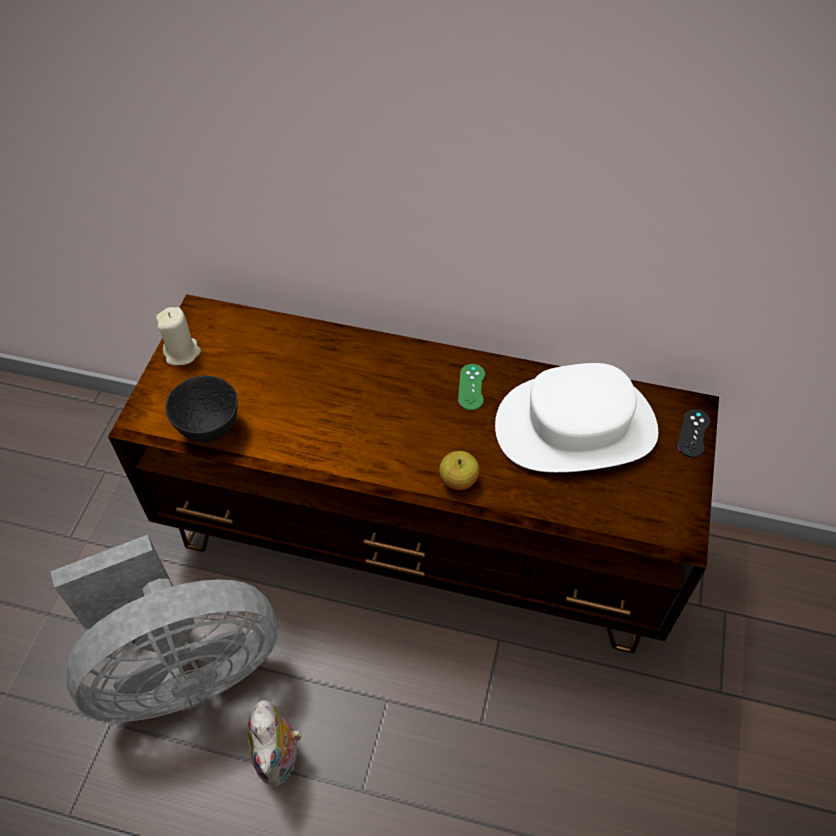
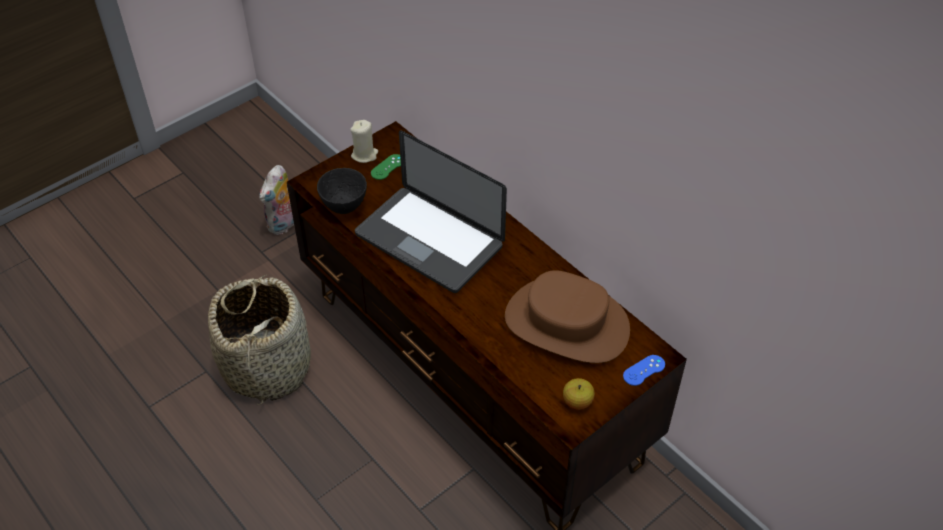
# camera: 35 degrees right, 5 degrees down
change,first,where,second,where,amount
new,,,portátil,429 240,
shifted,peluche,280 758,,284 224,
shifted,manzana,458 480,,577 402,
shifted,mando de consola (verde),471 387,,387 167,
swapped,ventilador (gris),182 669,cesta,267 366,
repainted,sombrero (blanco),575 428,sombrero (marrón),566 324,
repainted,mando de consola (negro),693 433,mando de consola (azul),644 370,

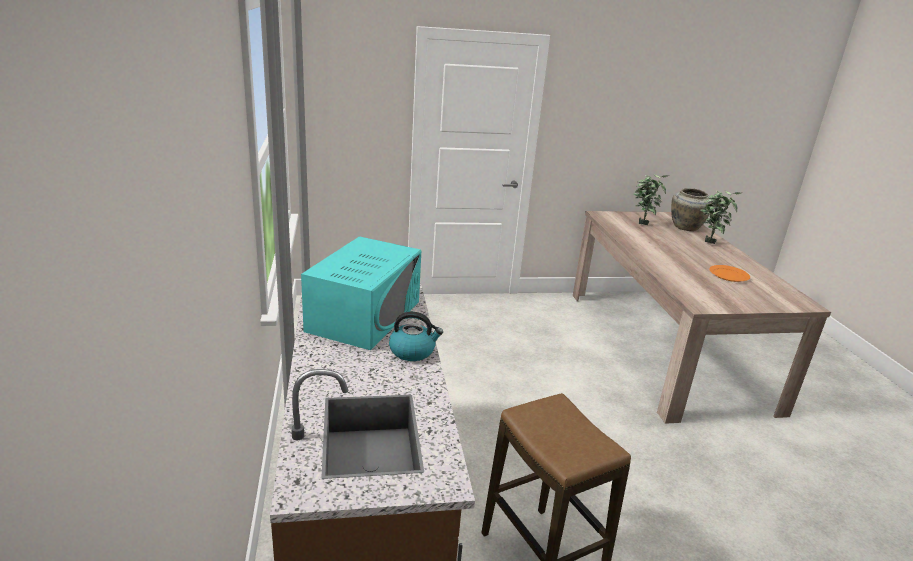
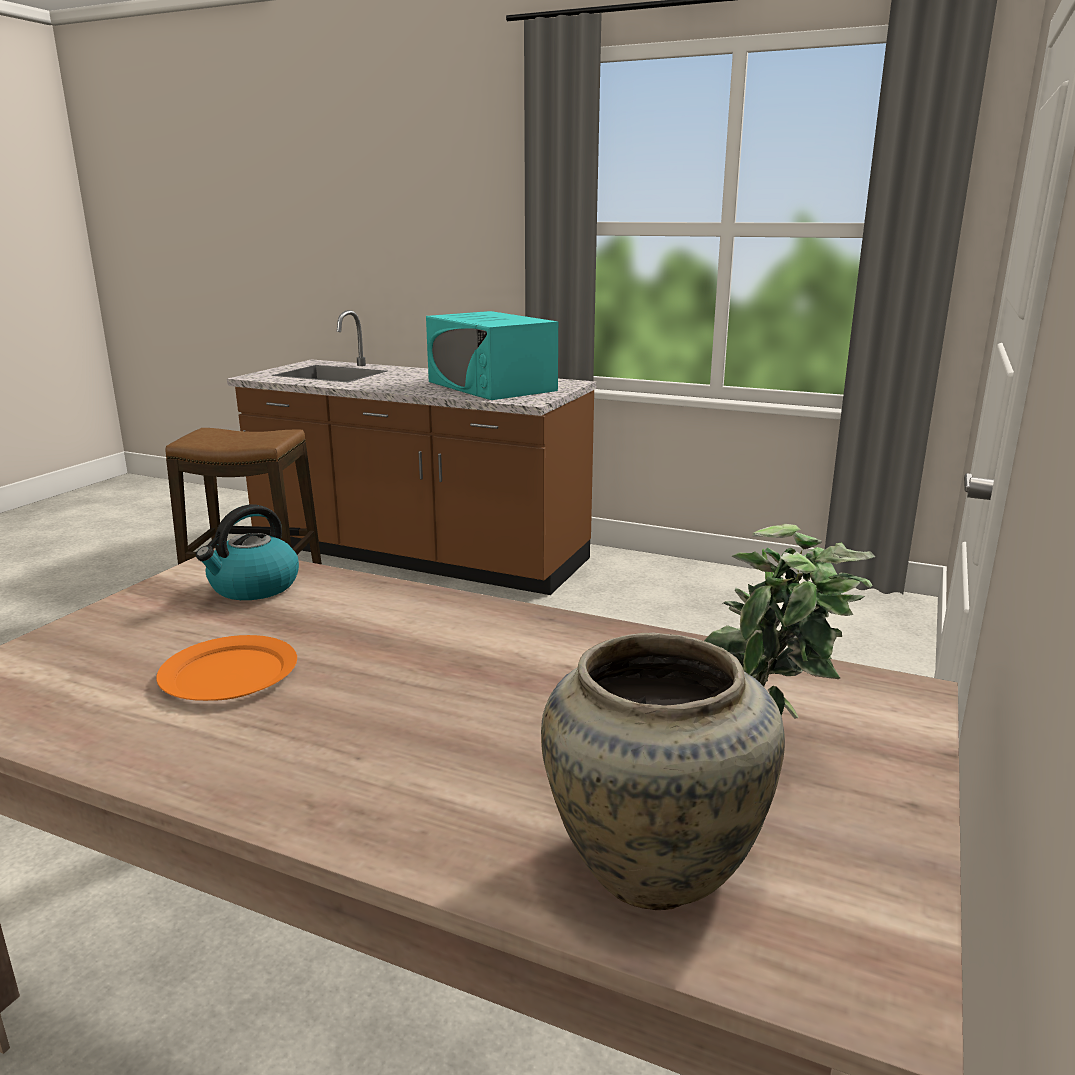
# camera: 125 degrees right, 5 degrees down
change,first,where,second,where,amount
gone,planta en maceta,710 241,,,
shifted,hervidor,413 351,,253 587,

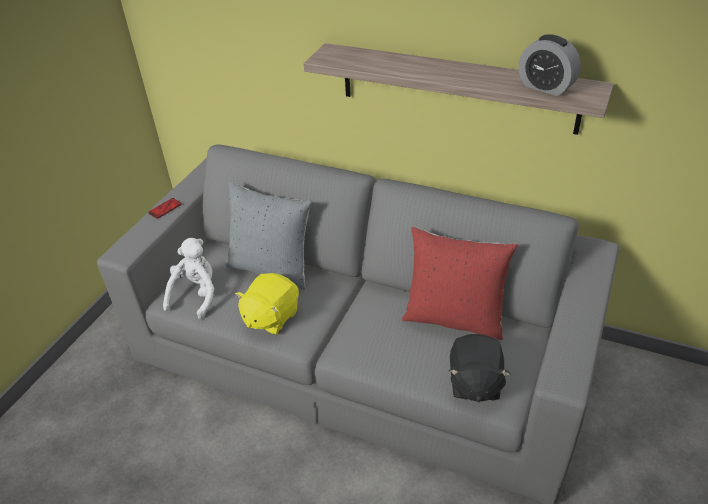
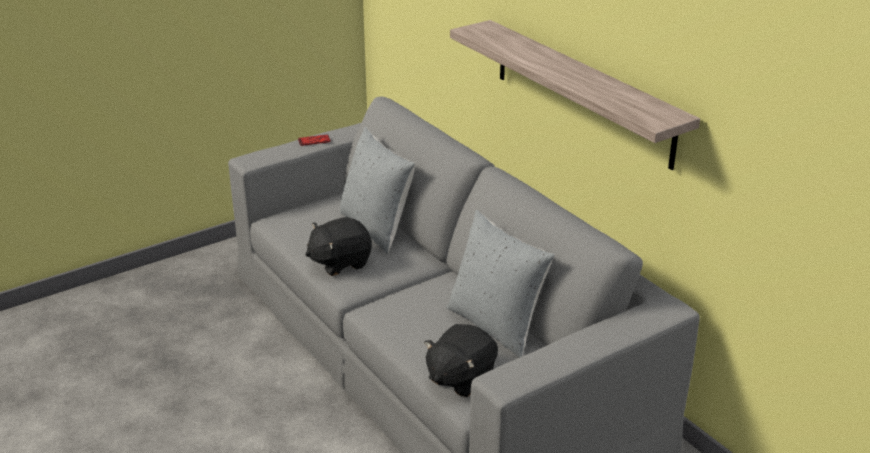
# camera: 30 degrees right, 10 degrees down
change,first,where,second,where,amount
gone,peluche (blanco),196 295,,,
gone,despertador,545 87,,,
repainted,peluche (amarillo),271 317,peluche (negro),340 262,
repainted,cojín (rojo),454 318,cojín (gris),496 325,

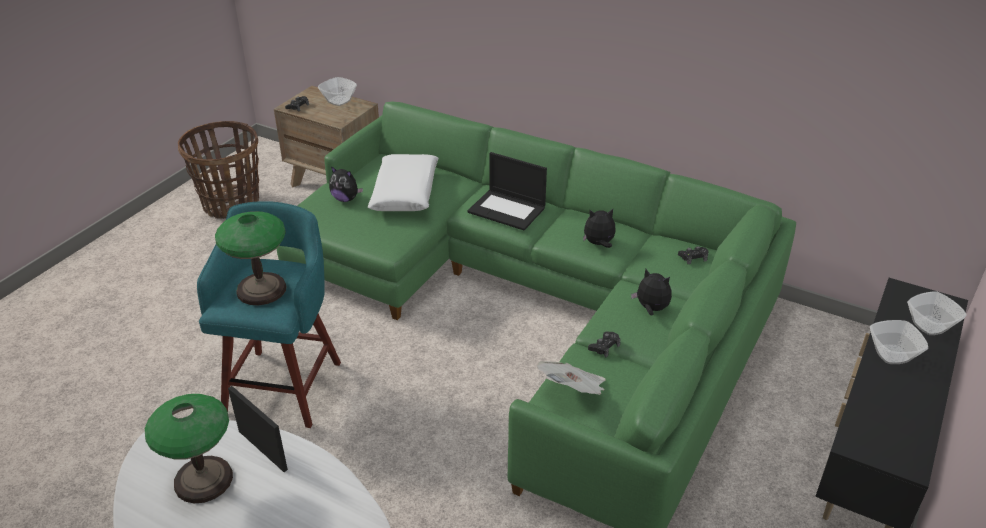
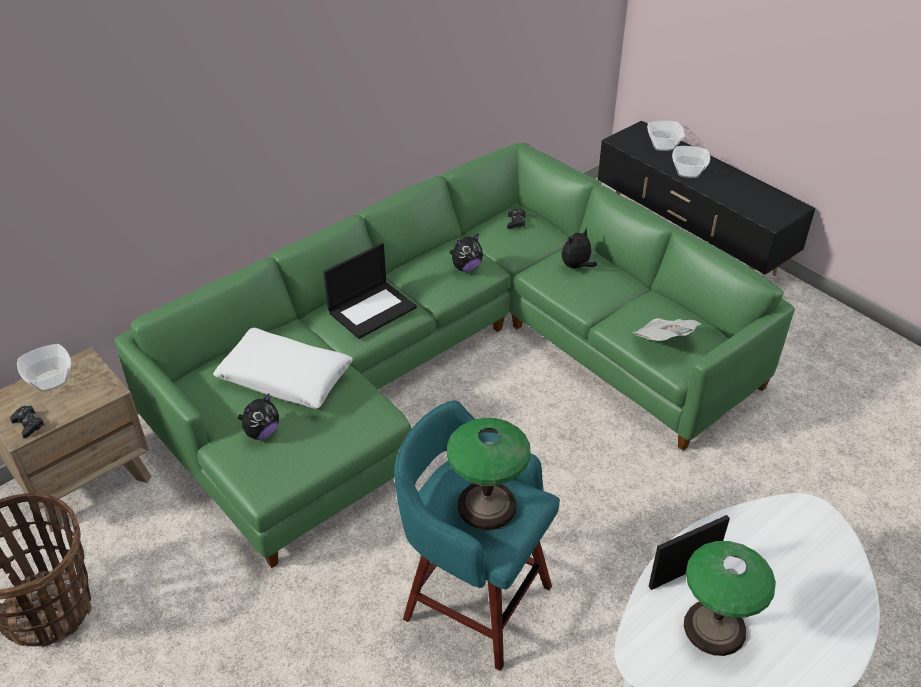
# camera: 70 degrees left, 5 degrees up
change,first,where,second,where,amount
gone,mando de consola (negro),604 347,,,
rotated,peluche,598 244,,466 268,135 degrees counterclockwise

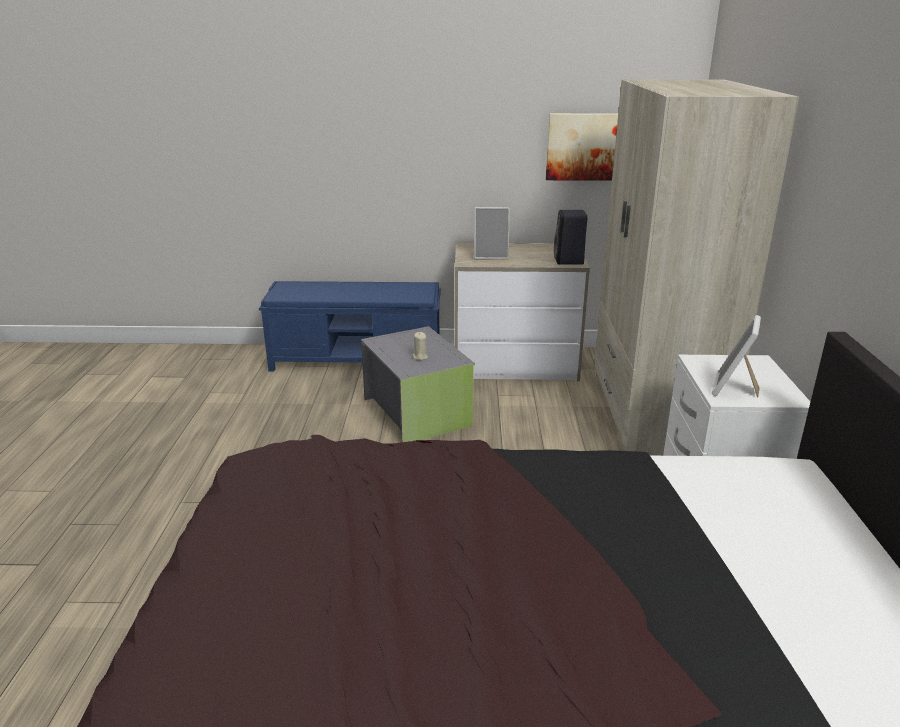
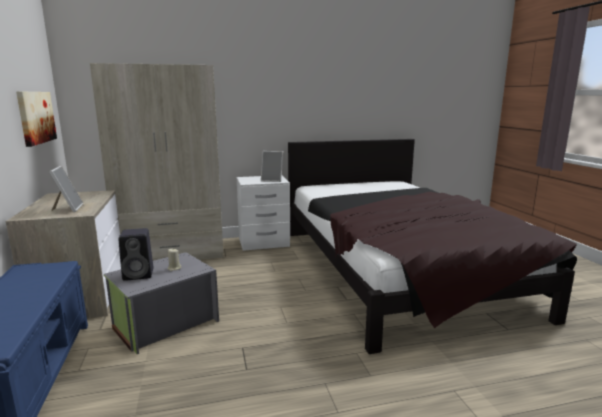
# camera: 105 degrees left, 10 degrees down
change,first,where,second,where,amount
shifted,altavoz (negro),569 261,,139 274,

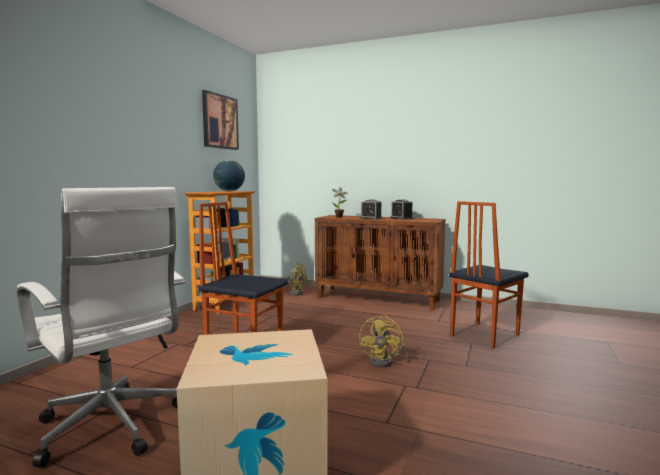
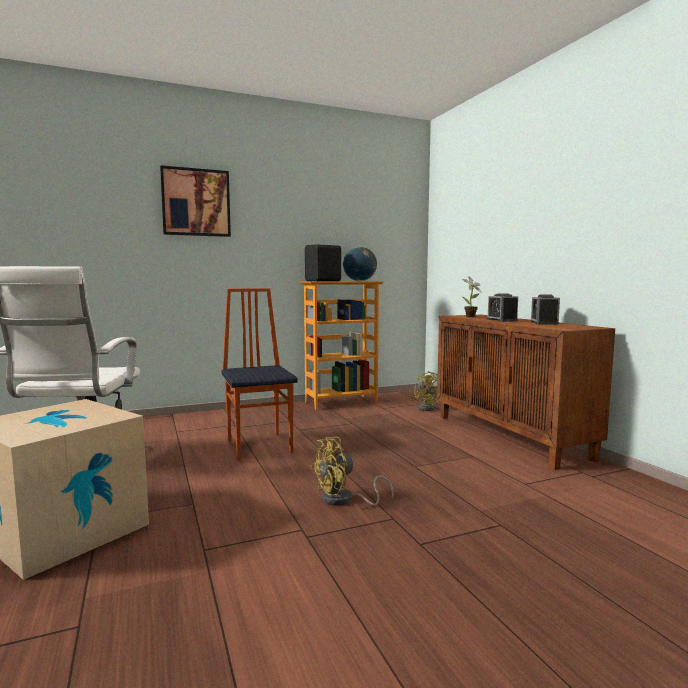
# camera: 45 degrees right, 0 degrees up
change,first,where,second,where,amount
gone,silla,483 335,,,
new,,,altavoz (negro),324 281,
shifted,cuadro,219 121,,196 202,

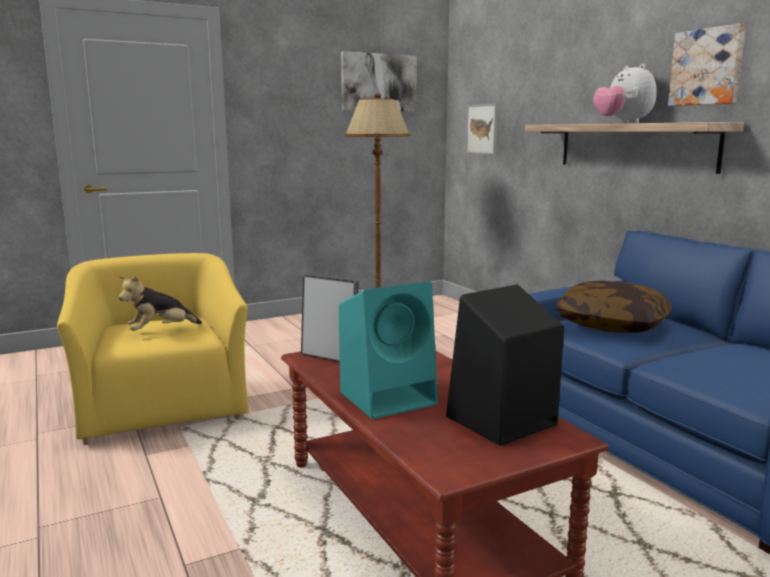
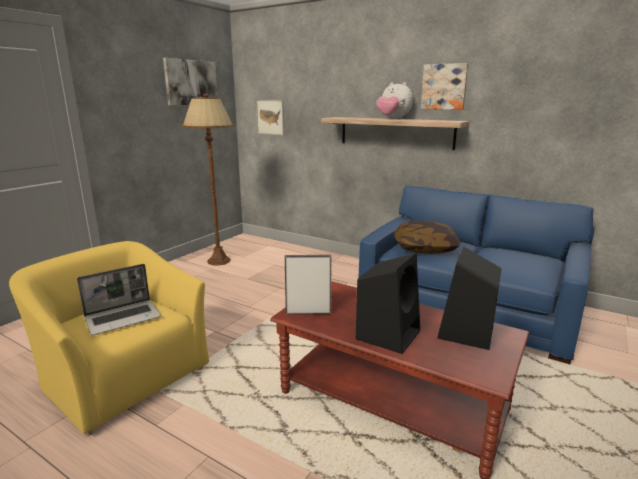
# camera: 30 degrees left, 5 degrees up
change,first,where,second,where,amount
swapped,peluche,160 331,portátil,124 318,
repainted,altavoz (turquesa),389 397,altavoz (negro),388 334,

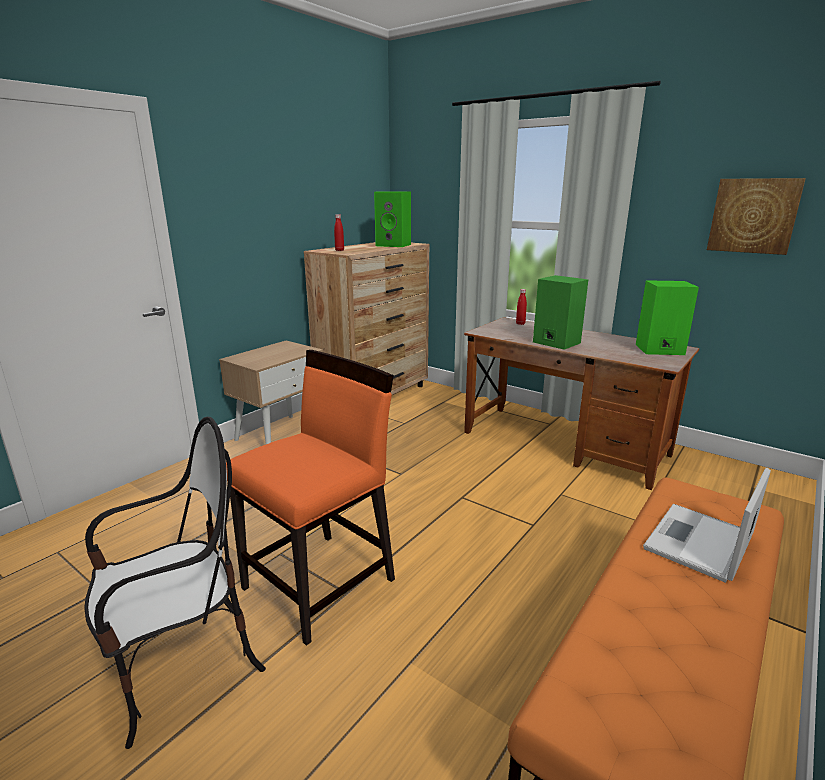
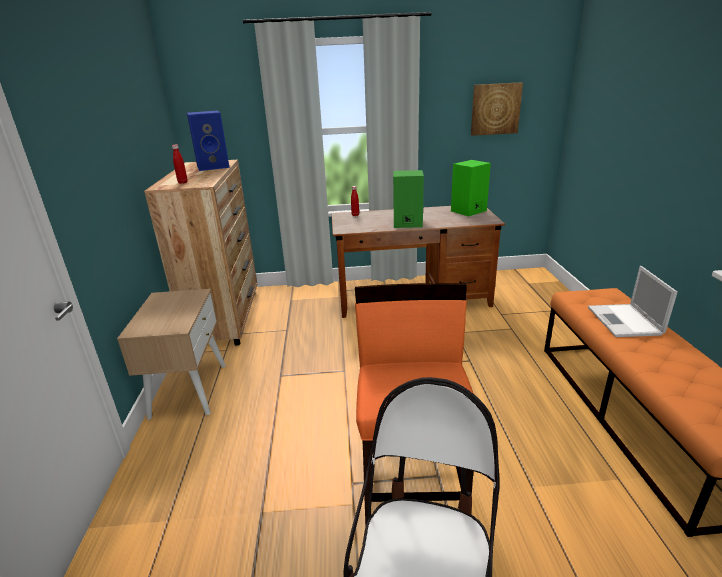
# camera: 40 degrees left, 5 degrees up
change,first,where,second,where,amount
repainted,altavoz (verde),394 245,altavoz (azul),214 166,

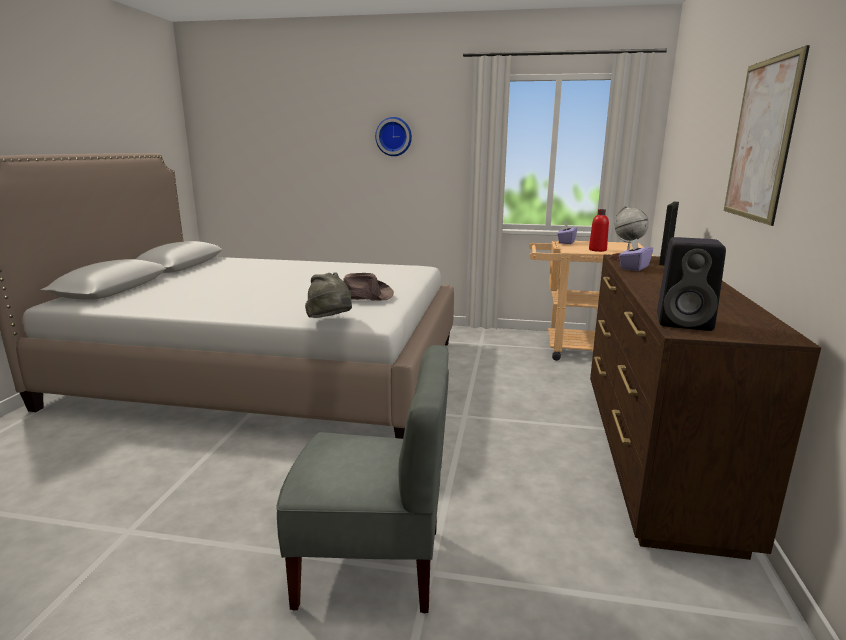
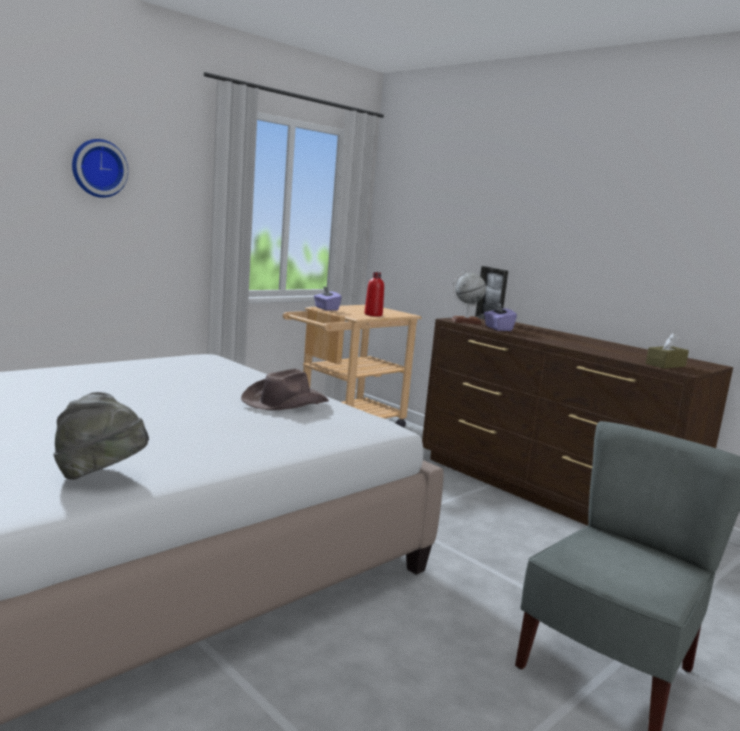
# camera: 55 degrees left, 5 degrees down
change,first,where,second,where,amount
gone,cuadro,761 140,,,
shifted,sombrero (gris),331 321,,101 476,
swapped,altavoz (negro),686 322,caja de pañuelos (marrón),665 365,

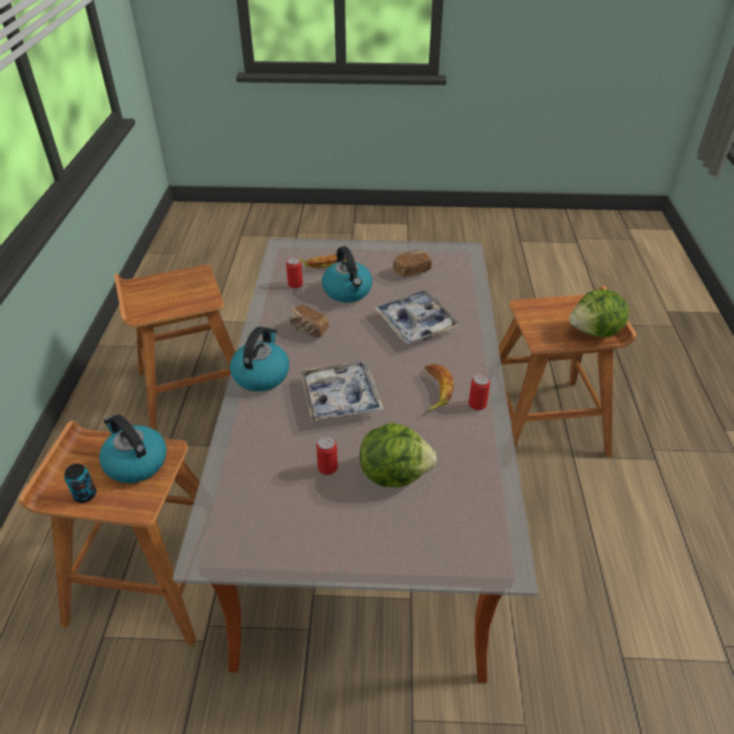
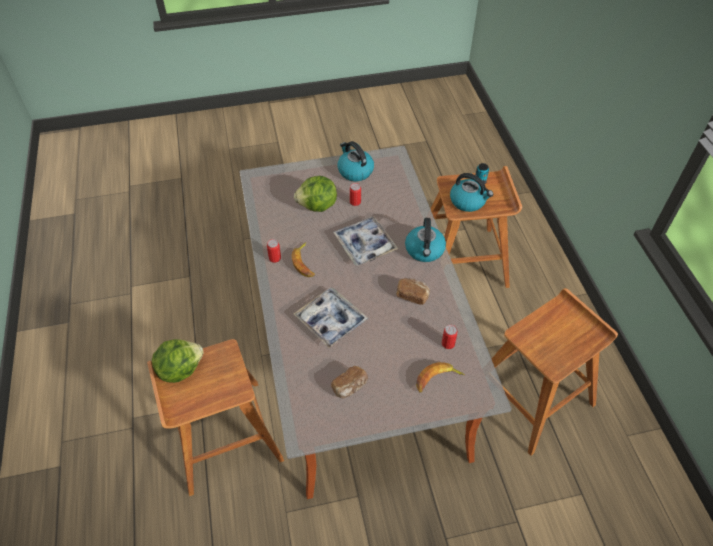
# camera: 165 degrees right, 10 degrees up
change,first,where,second,where,amount
shifted,hervidor,348 291,,355 171,

